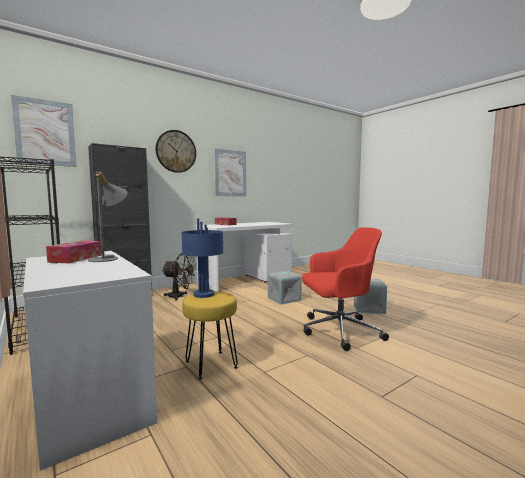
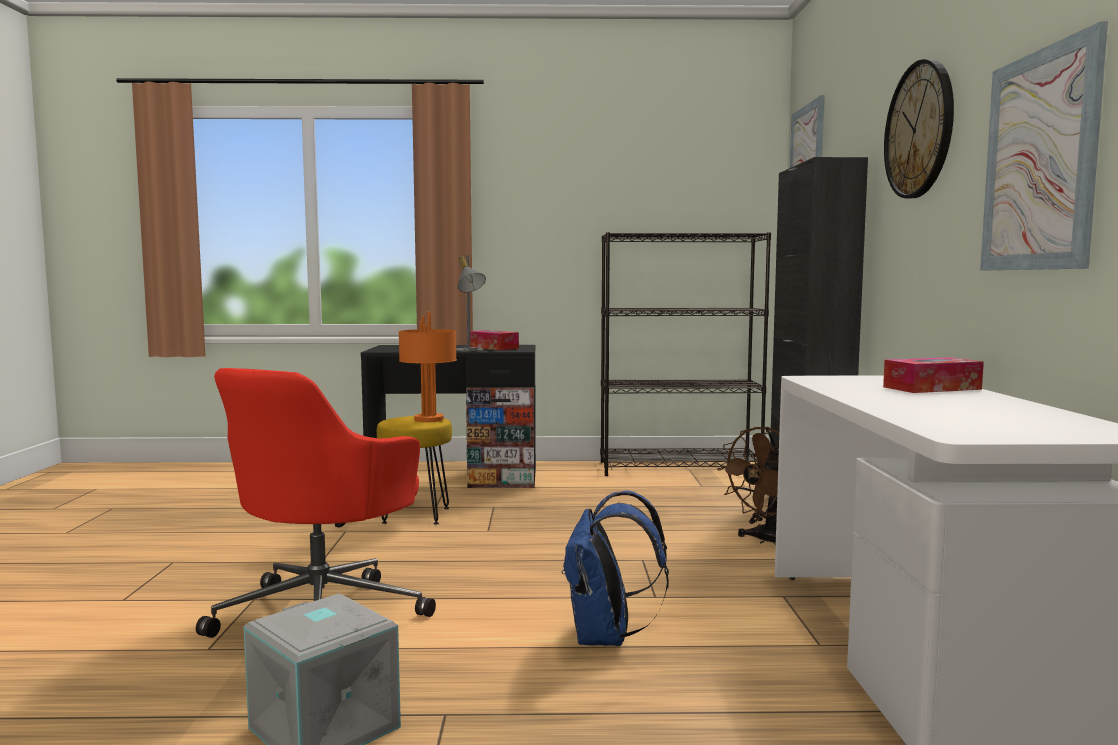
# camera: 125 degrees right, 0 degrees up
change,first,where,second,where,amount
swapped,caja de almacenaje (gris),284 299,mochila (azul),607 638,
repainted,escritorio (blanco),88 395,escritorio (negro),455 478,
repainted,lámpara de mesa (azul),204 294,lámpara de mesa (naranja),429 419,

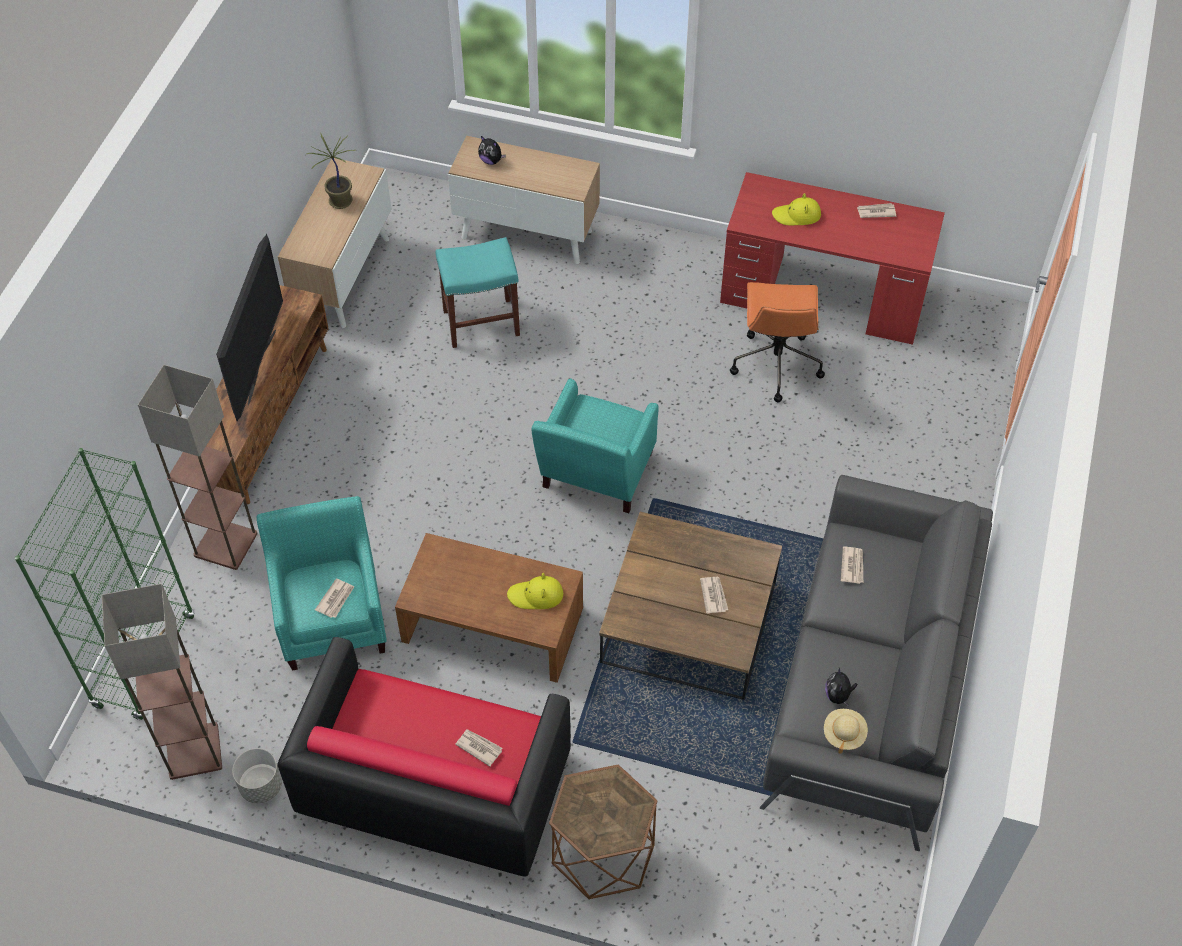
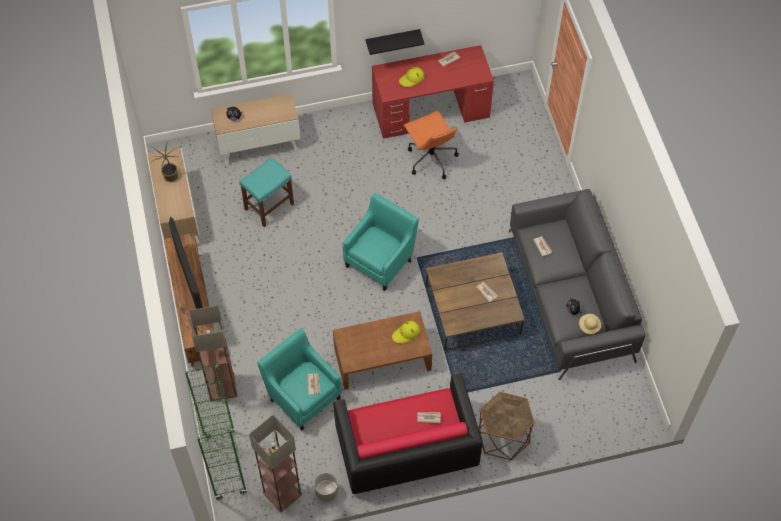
# camera: 30 degrees left, 5 degrees up
change,first,where,second,where,amount
new,,,estante (negro),392 40,
rotated,sillón (turquesa),594 476,,381 260,135 degrees counterclockwise

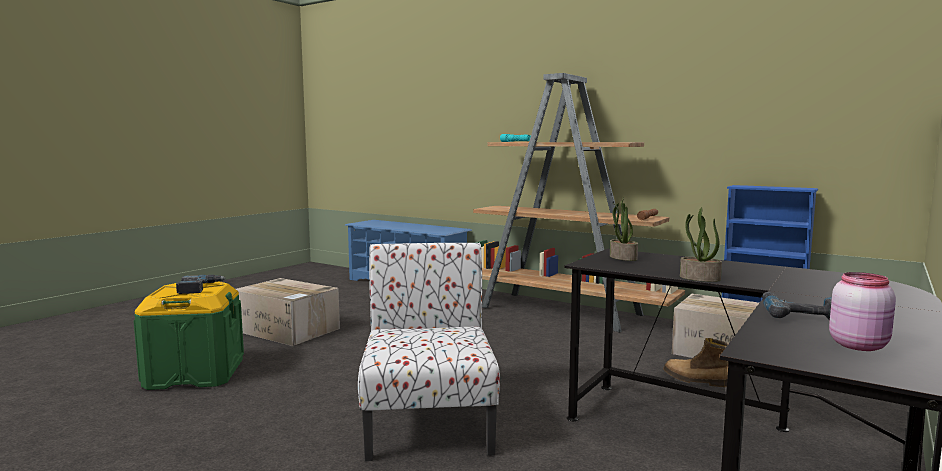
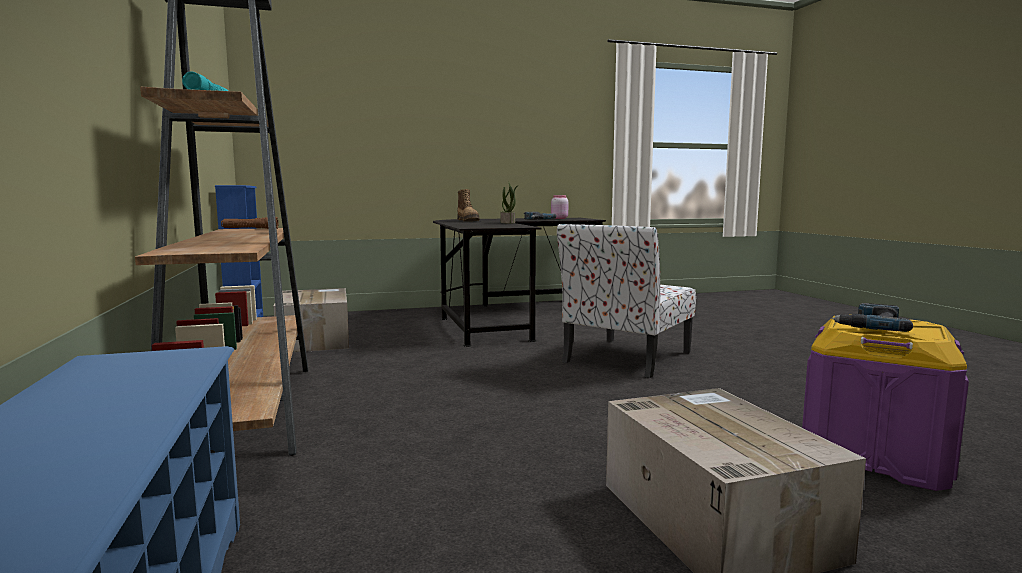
# camera: 140 degrees left, 0 degrees up
change,first,where,second,where,amount
gone,planta en maceta,622 257,,,
shifted,bota,696 380,,468 221,
repainted,caja de almacenaje (verde),195 373,caja de almacenaje (morado),873 455,

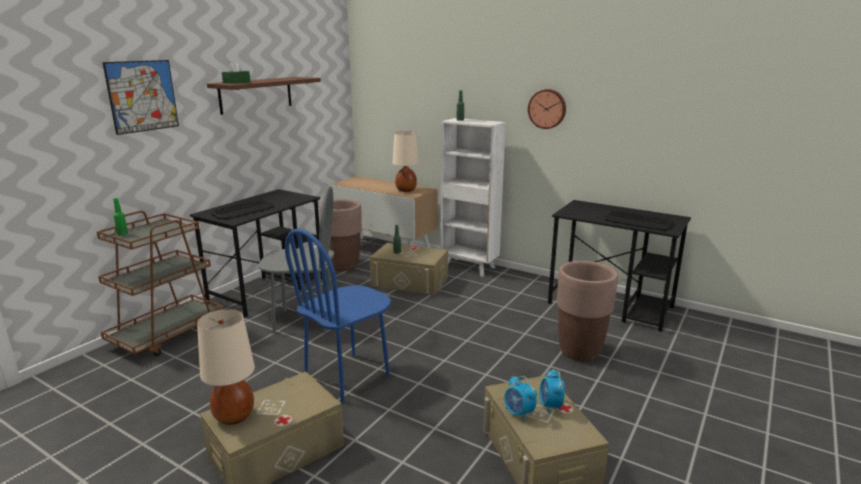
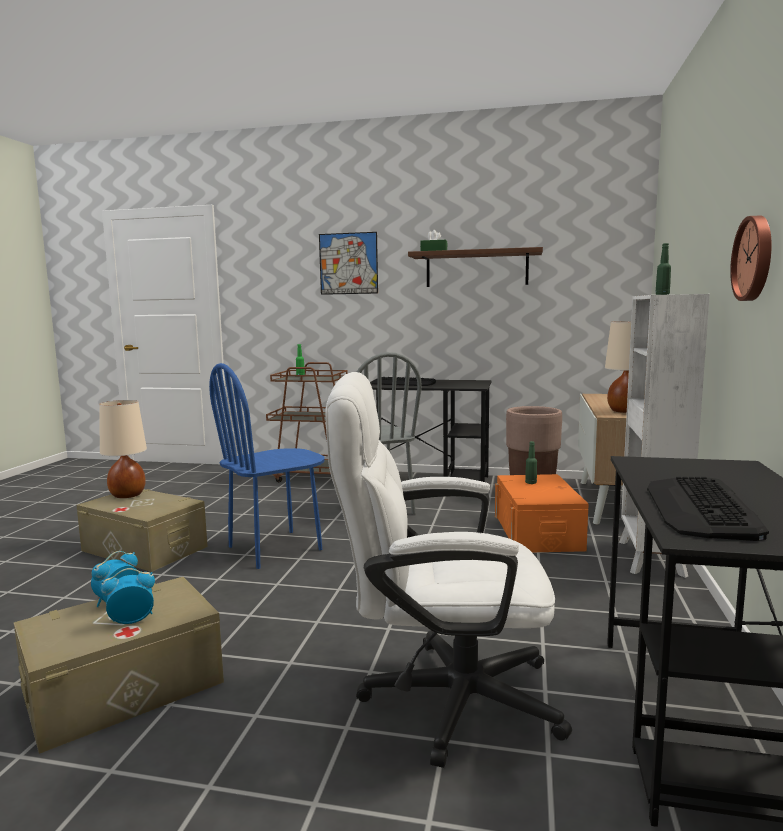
# camera: 70 degrees right, 10 degrees down
change,first,where,second,where,amount
swapped,maceta (marrón),579 351,silla de oficina (blanco),441 698,
repainted,caja de almacenaje (beis),409 281,caja de almacenaje (naranja),538 532,
rotated,silla (azul),347 376,,275 548,60 degrees counterclockwise

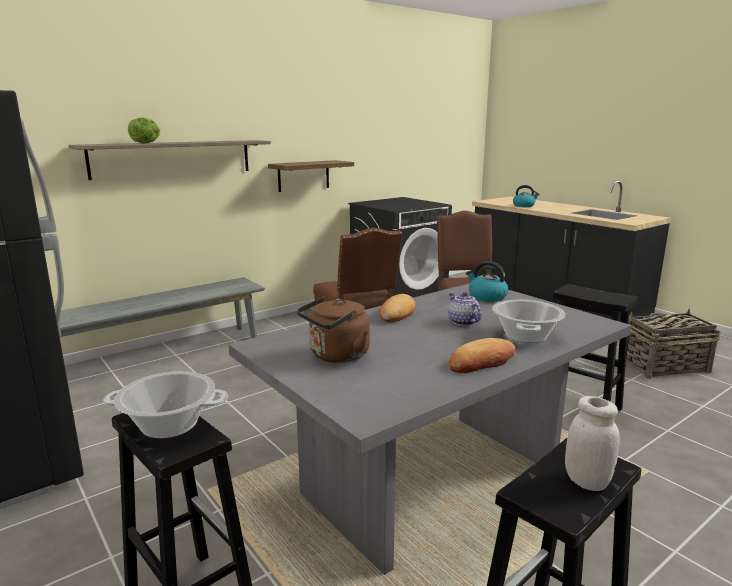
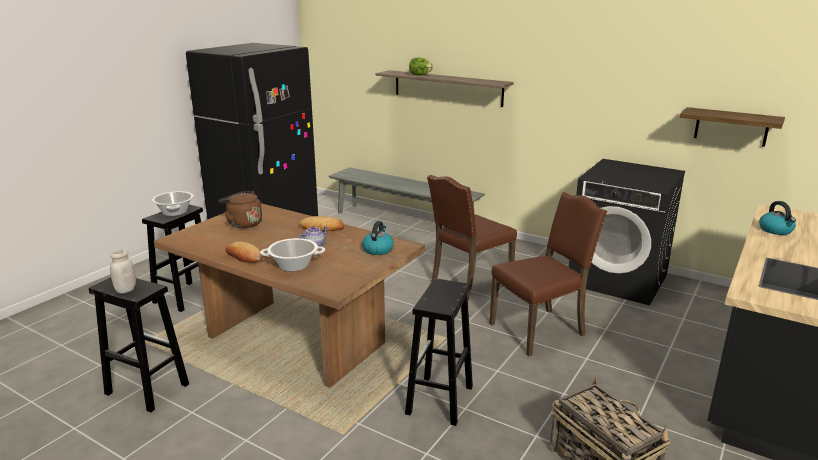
# camera: 70 degrees right, 5 degrees up
change,first,where,second,where,amount
shifted,estante,303 175,,731 127,
repainted,mesa de comedor (gris),432 482,mesa de comedor (marrón),295 340,

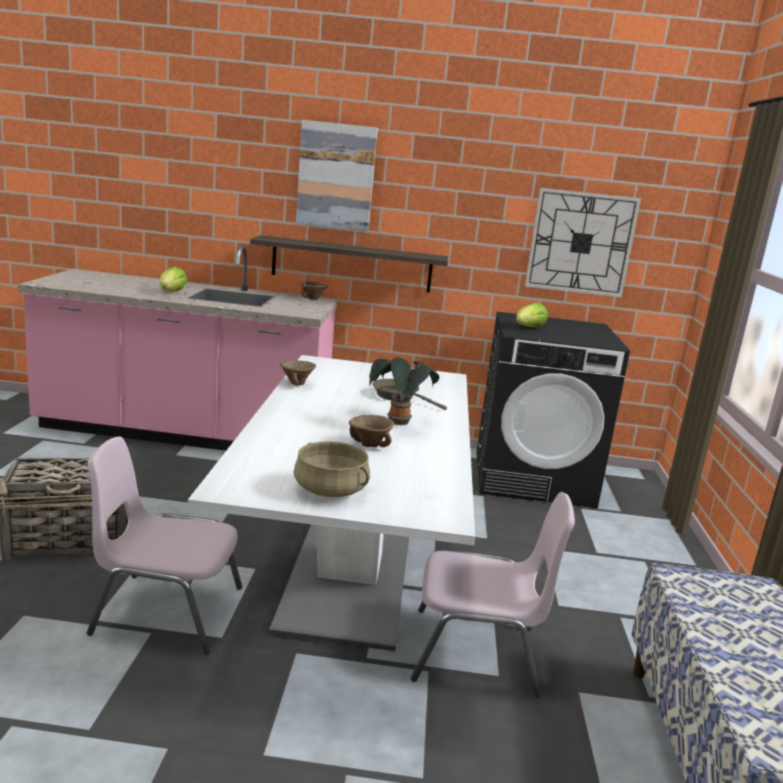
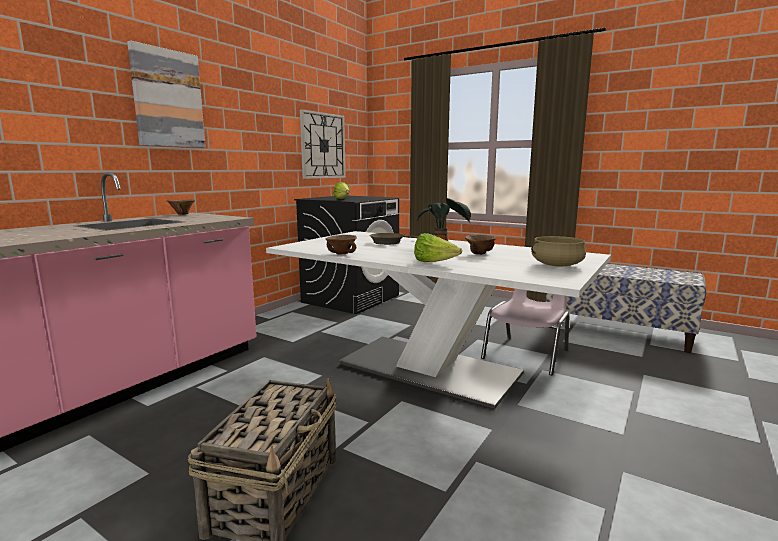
# camera: 60 degrees left, 5 degrees down
change,first,where,second,where,amount
gone,silla (rosa),166 610,,,
gone,estante,351 264,,,
shifted,lechuga,171 292,,434 263,

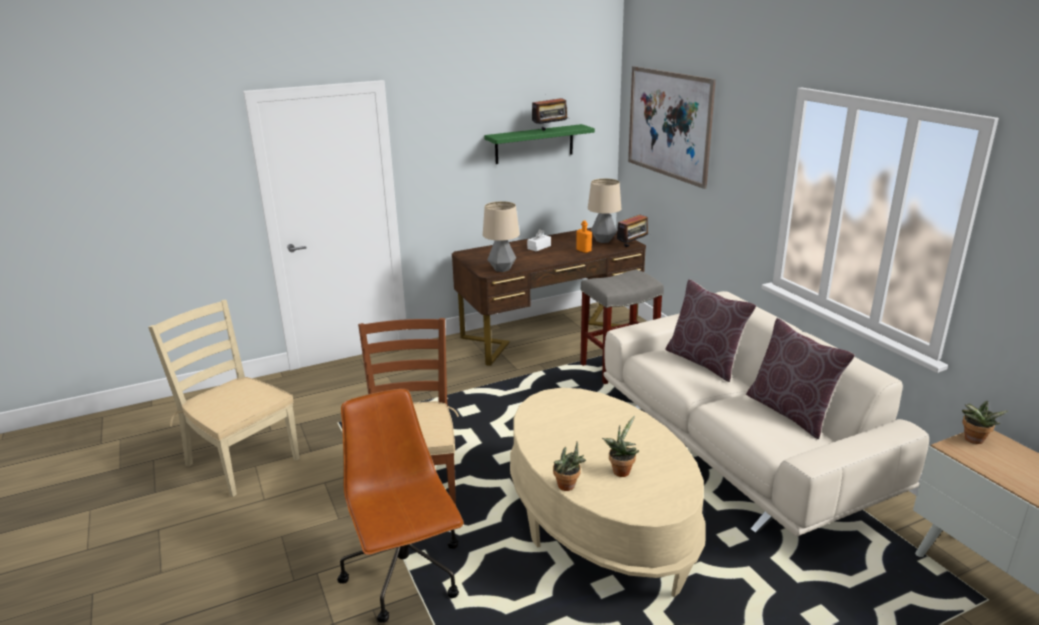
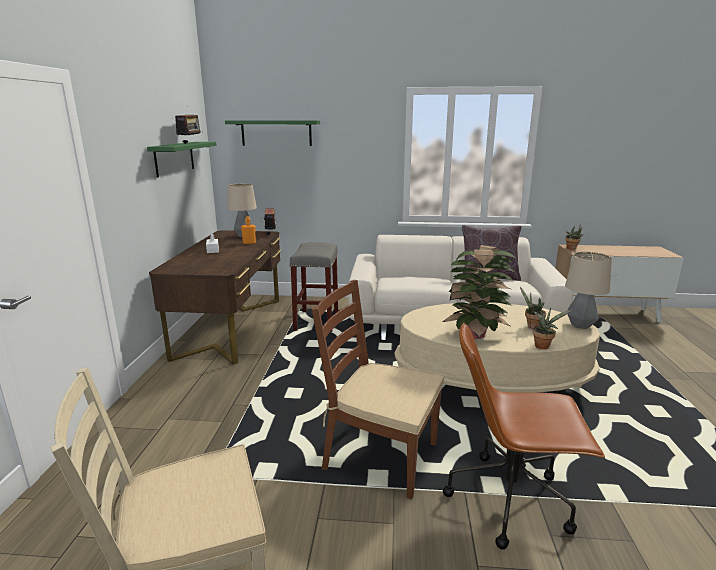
# camera: 60 degrees left, 5 degrees down
change,first,where,second,where,amount
gone,cojín (marrón),705 362,,,
new,,,planta en maceta,474 335,
shifted,lámpara de mesa,502 269,,580 325,
swapped,cuadro,668 124,estante (verde),276 133,

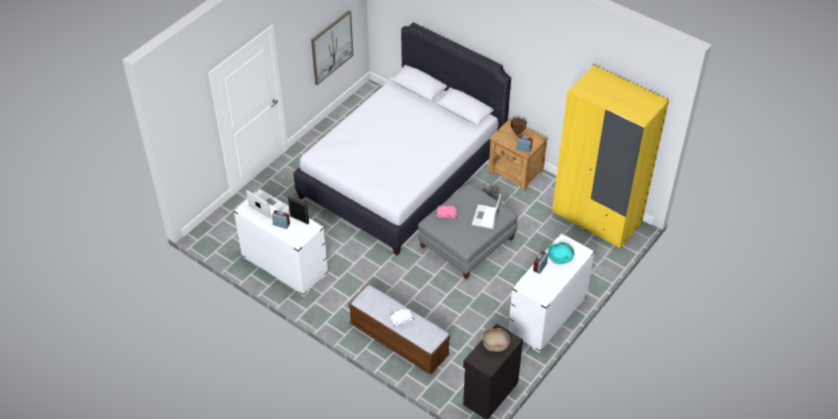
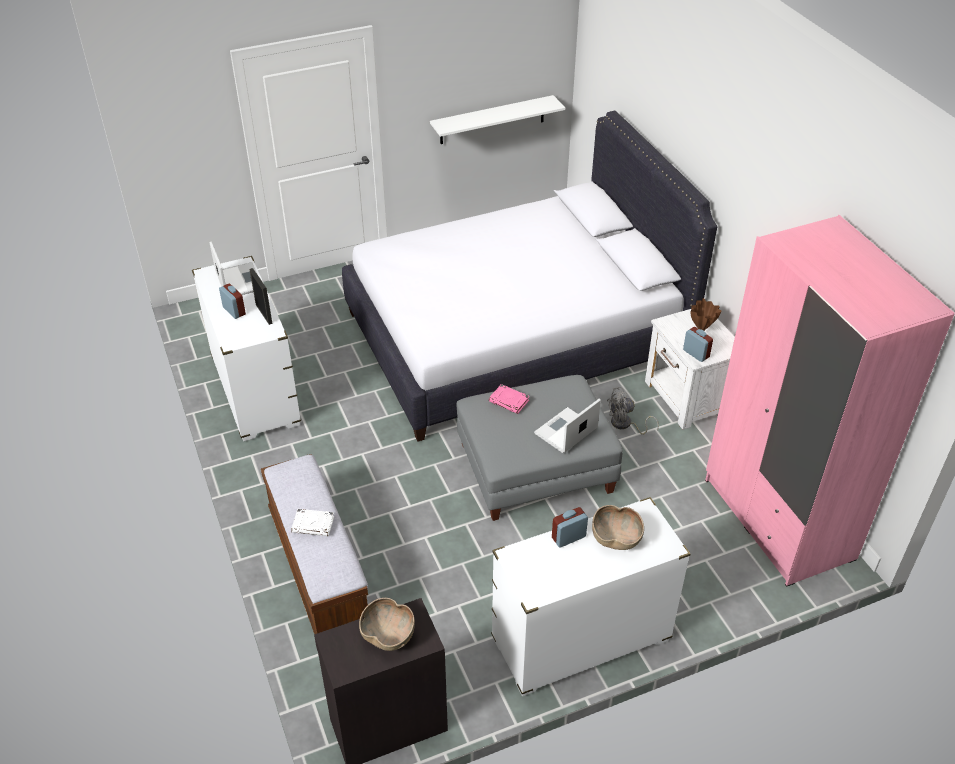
# camera: 30 degrees right, 5 degrees down
change,first,where,second,where,amount
swapped,cuadro,331 47,estante (blanco),492 120,
repainted,mesita de noche (marrón),516 172,mesita de noche (blanco),688 398,
repainted,cuenco (turquesa),560 258,cuenco (marrón),616 538,
repainted,armario ropero (amarillo),596 218,armario ropero (rosa),778 519,

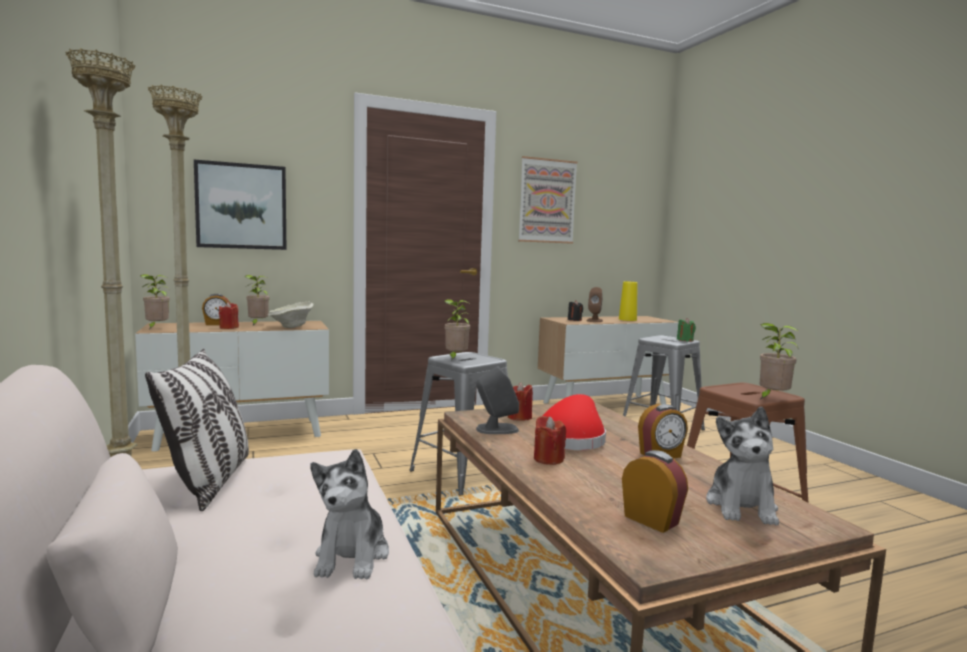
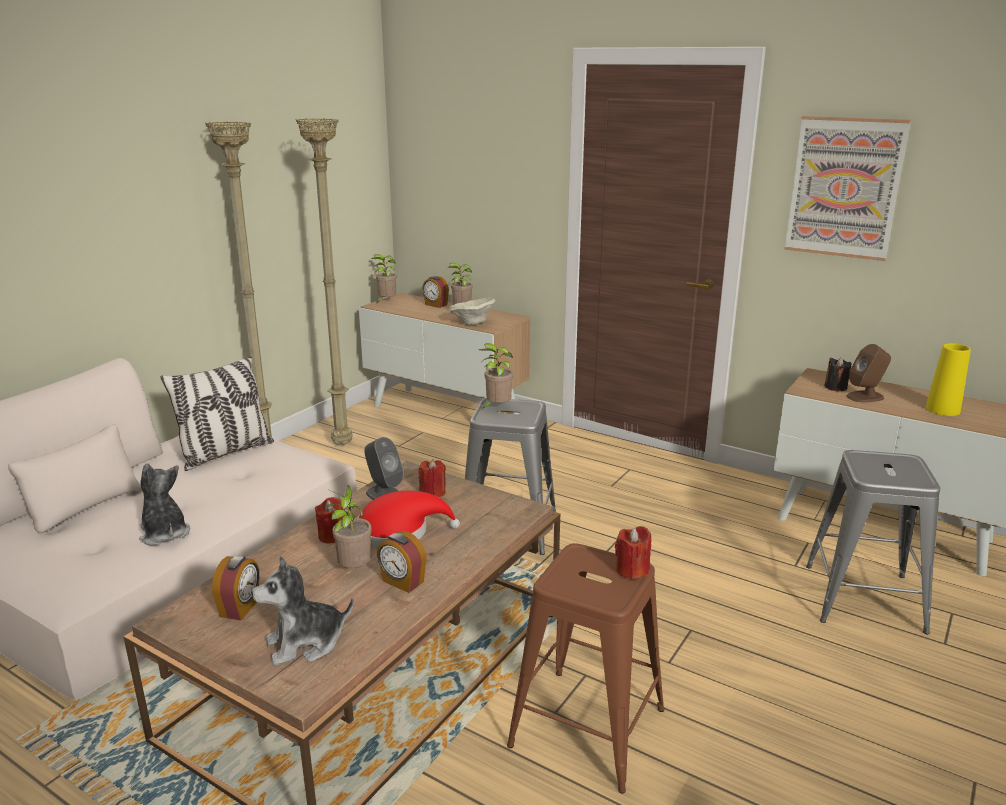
# camera: 55 degrees right, 15 degrees up
change,first,where,second,where,amount
gone,cuadro,241 206,,,
gone,vela (verde),685 340,,,
shifted,vela (rojo),229 328,,632 570,
shifted,planta en maceta,771 398,,353 570,
rotated,peluche,352 556,,164 533,90 degrees clockwise

